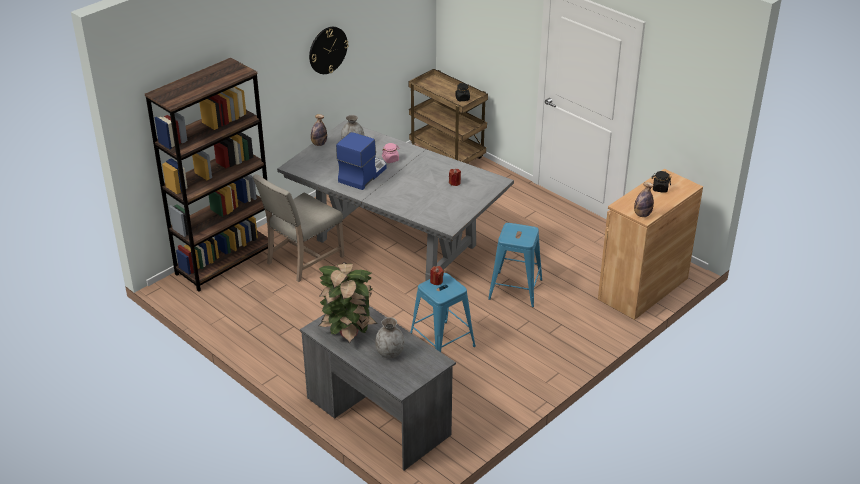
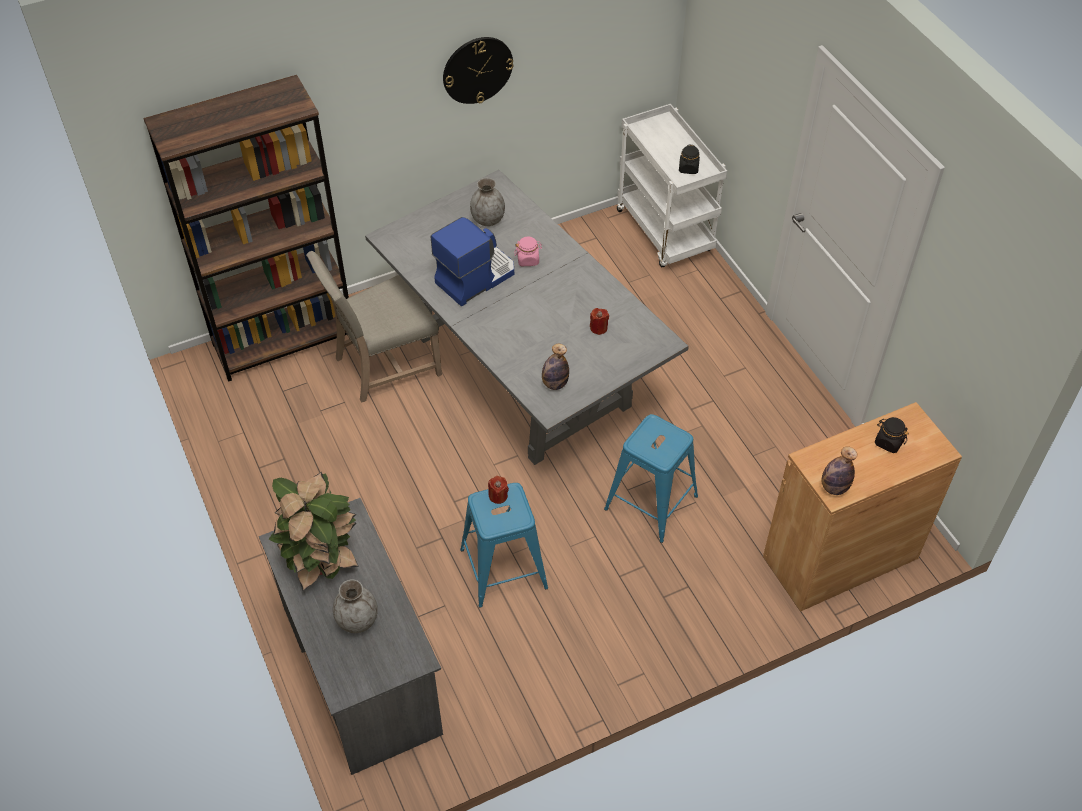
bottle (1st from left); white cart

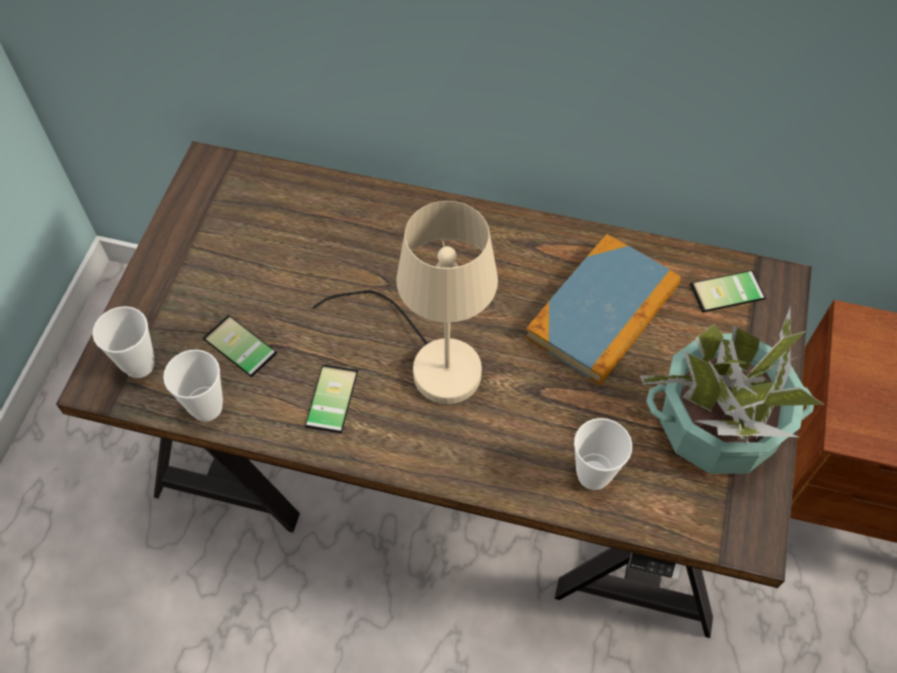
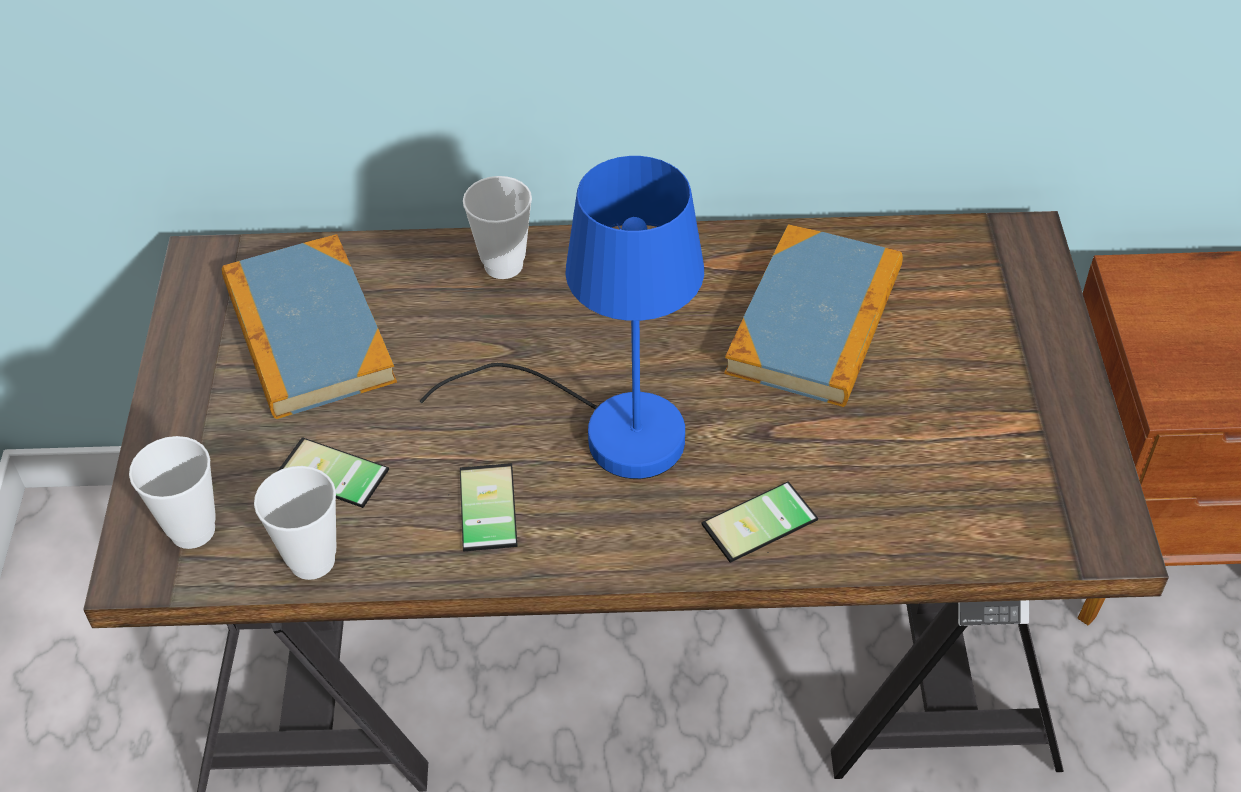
houseplant; volume (1st from left); cup (3rd from left); telephone (3rd from left); blue-coloured table lamp

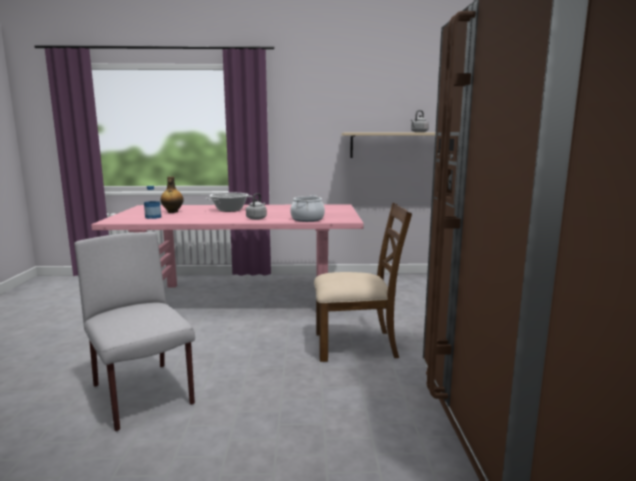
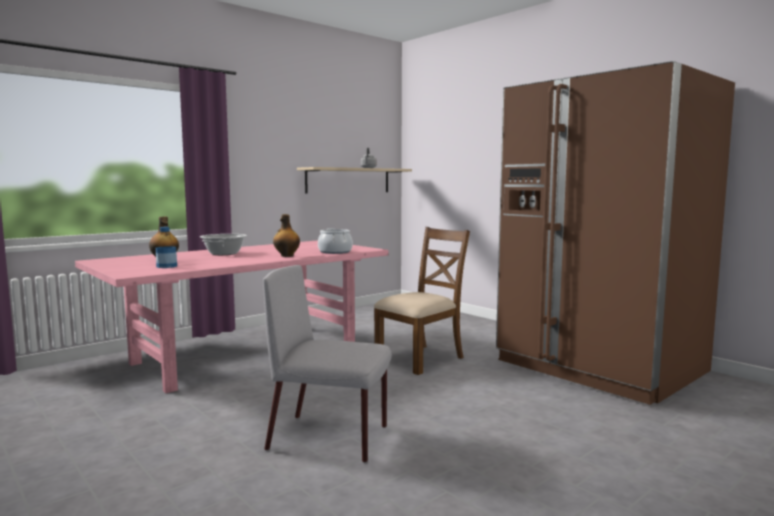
bottle (3rd from left)

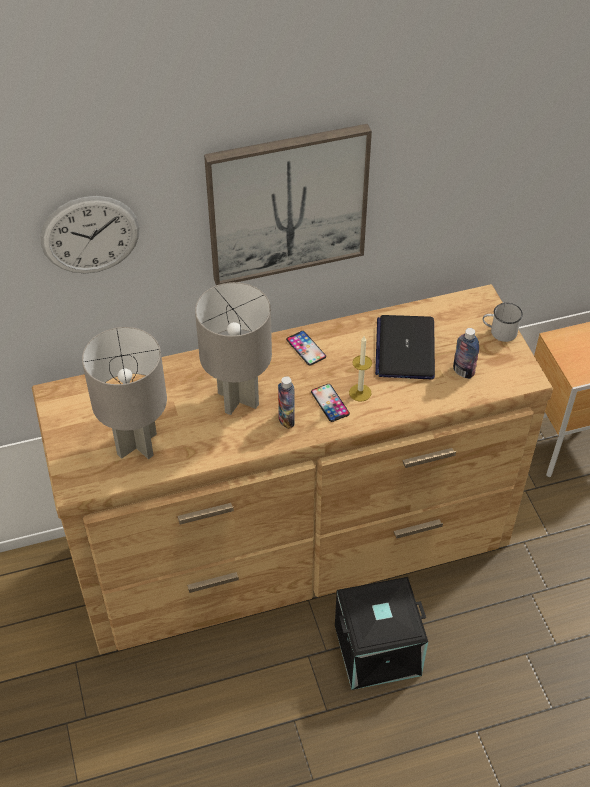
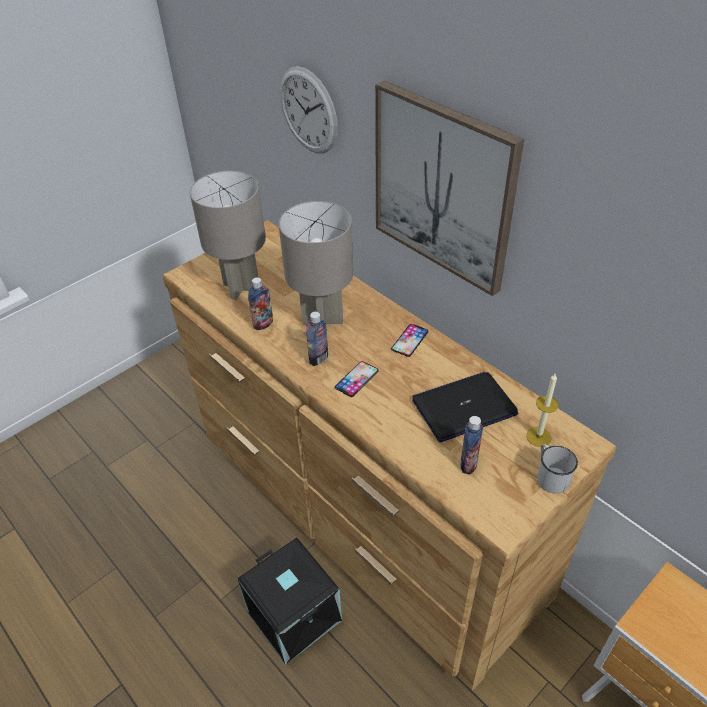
bottle (1st from left); candle

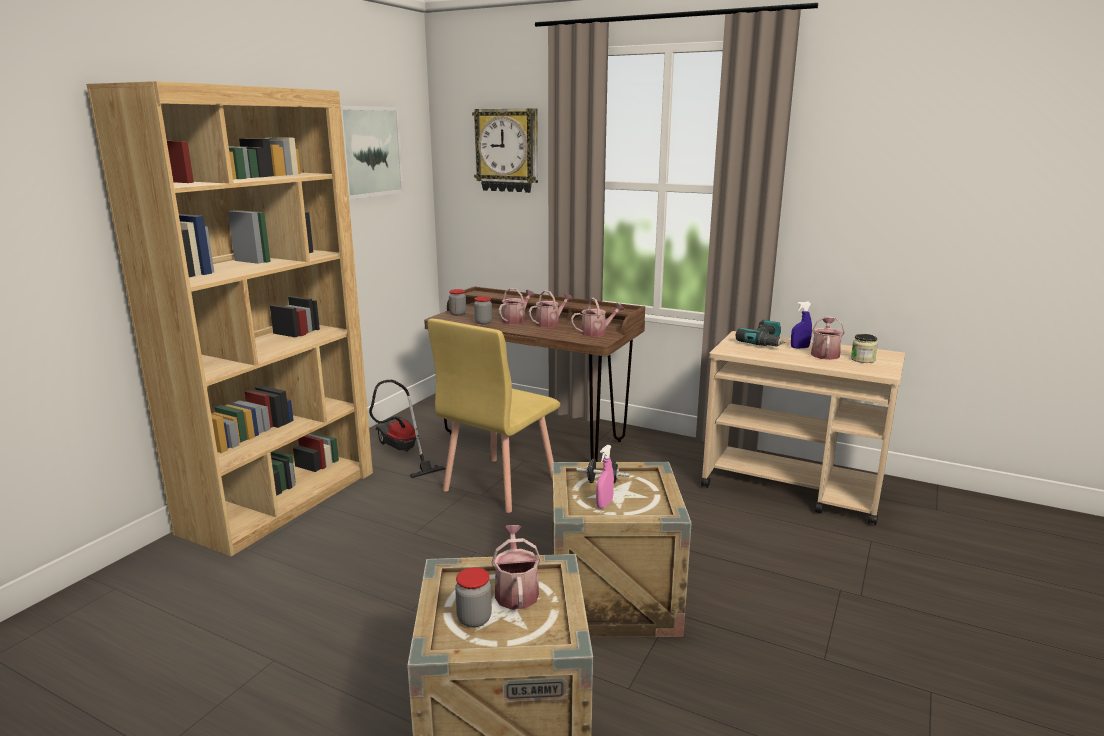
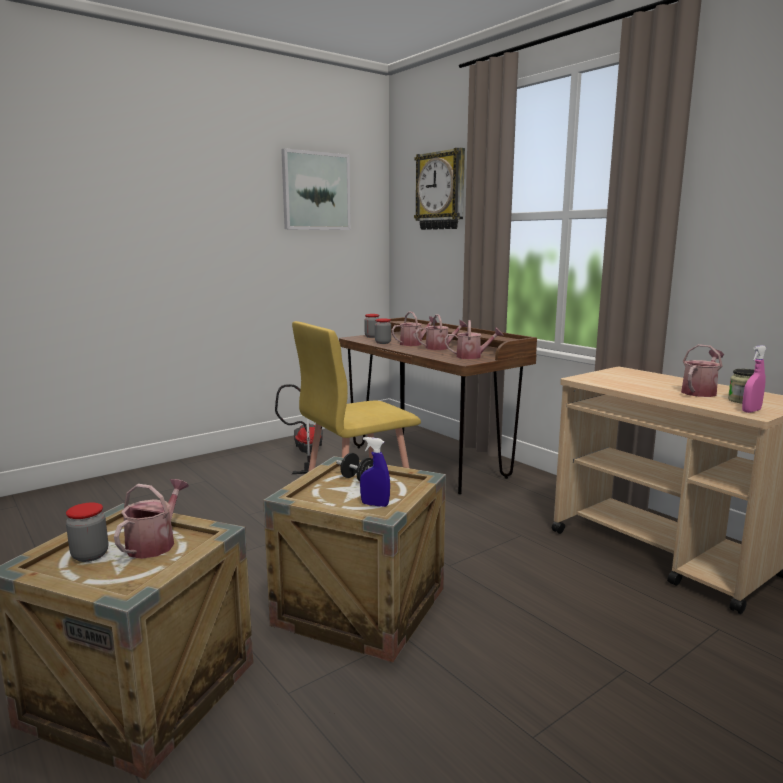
brown-coloured bookshelf; power drill; pink-coloured hand sprayer; blue-coloured hand sprayer

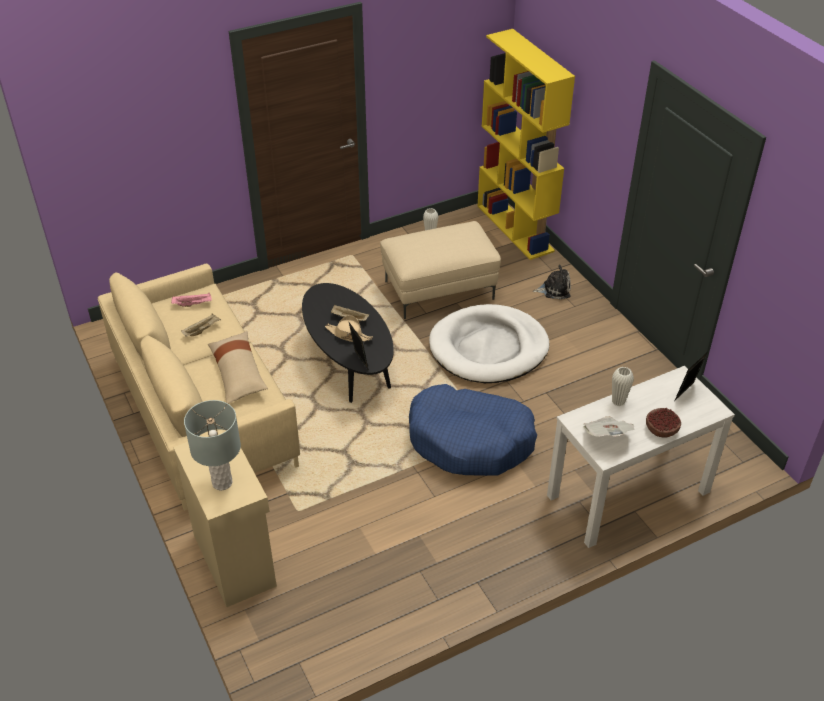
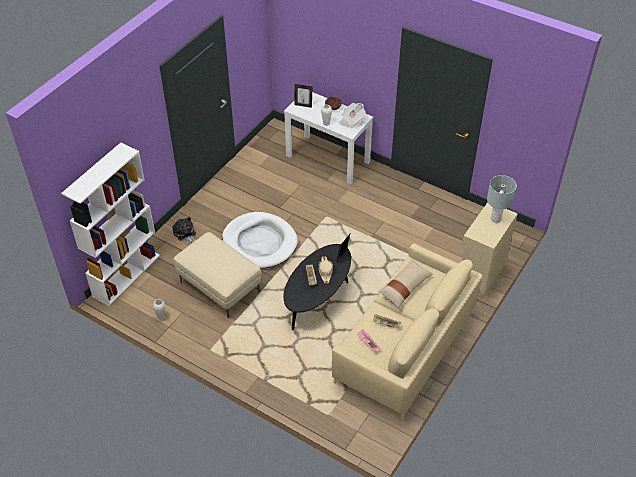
blue-coloured dog bed; white bookshelf

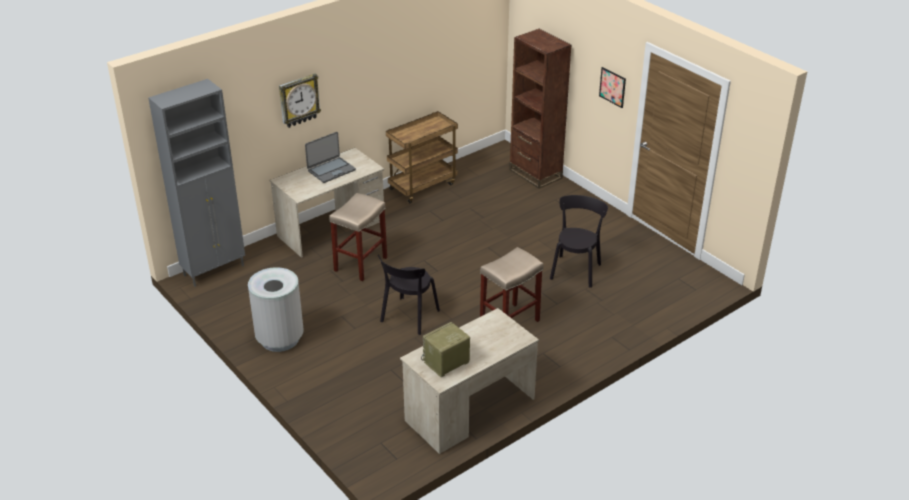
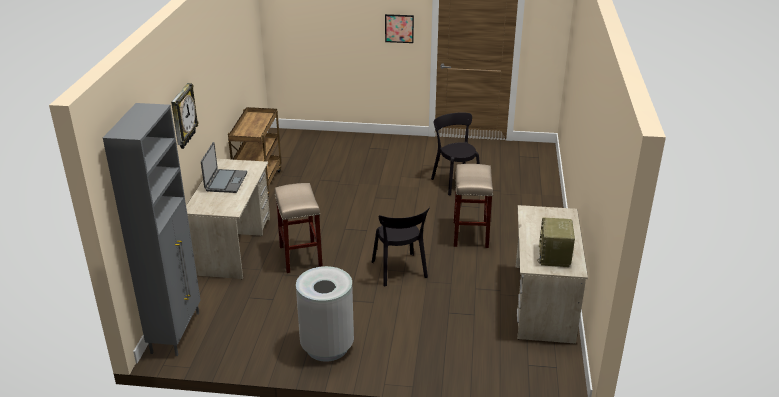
brown-coloured bookshelf

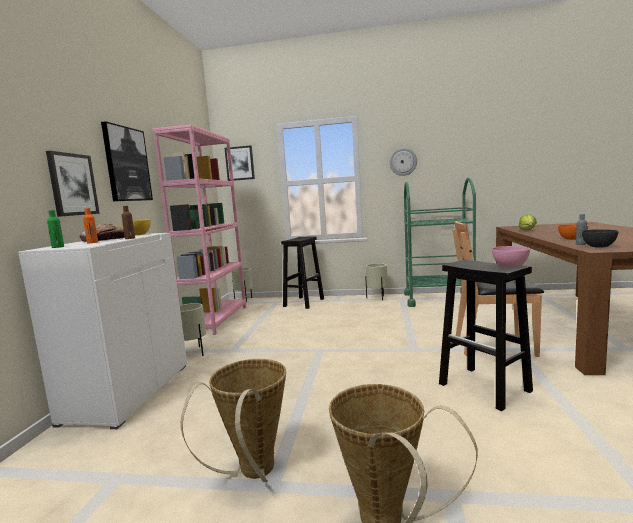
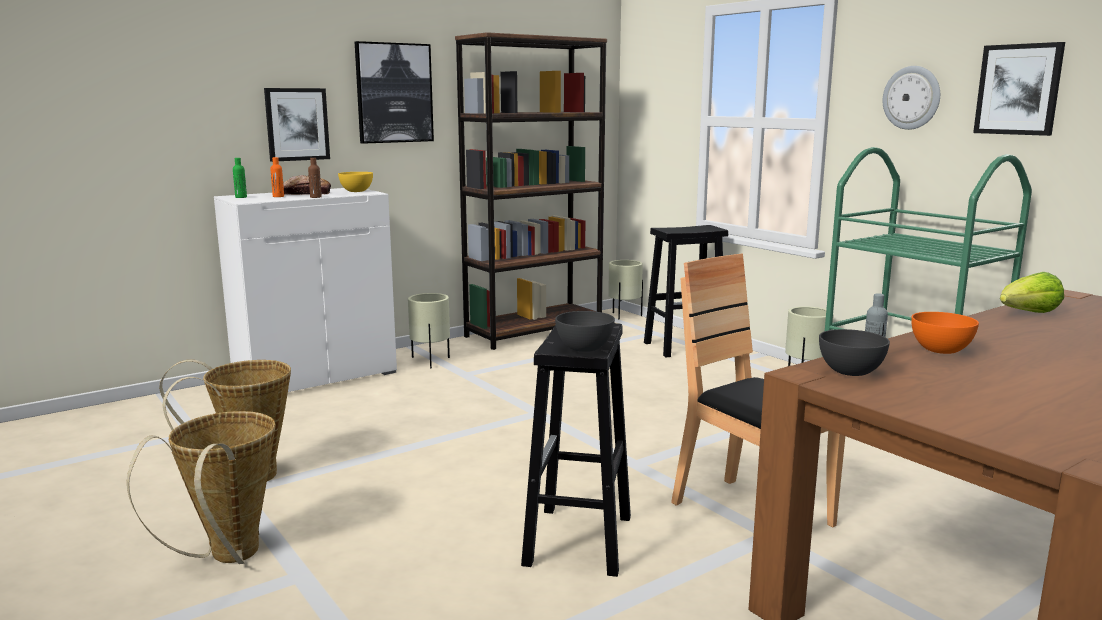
picture (3rd from left); brown-coloured bookshelf; greyish deep dish (1st from left)

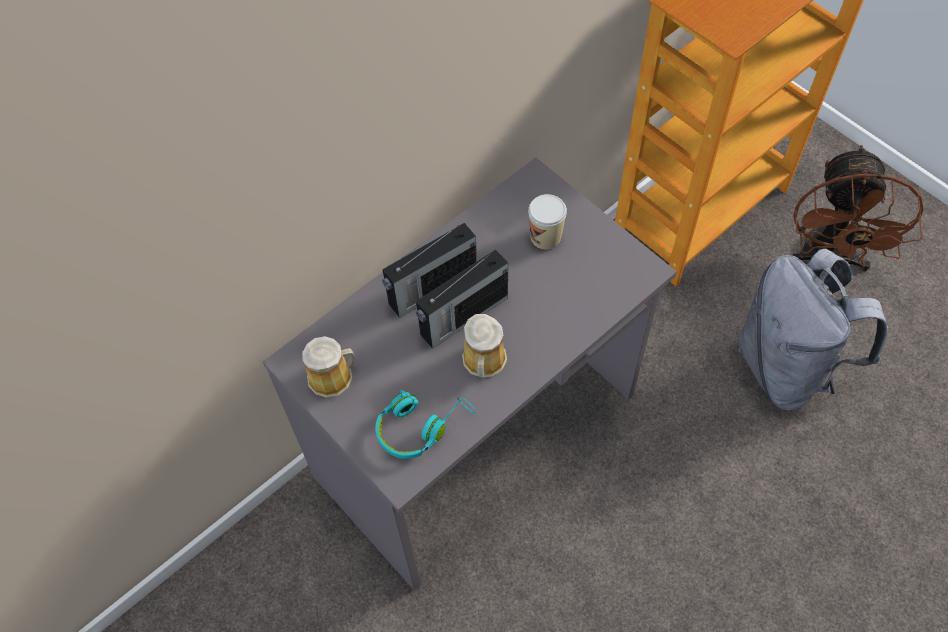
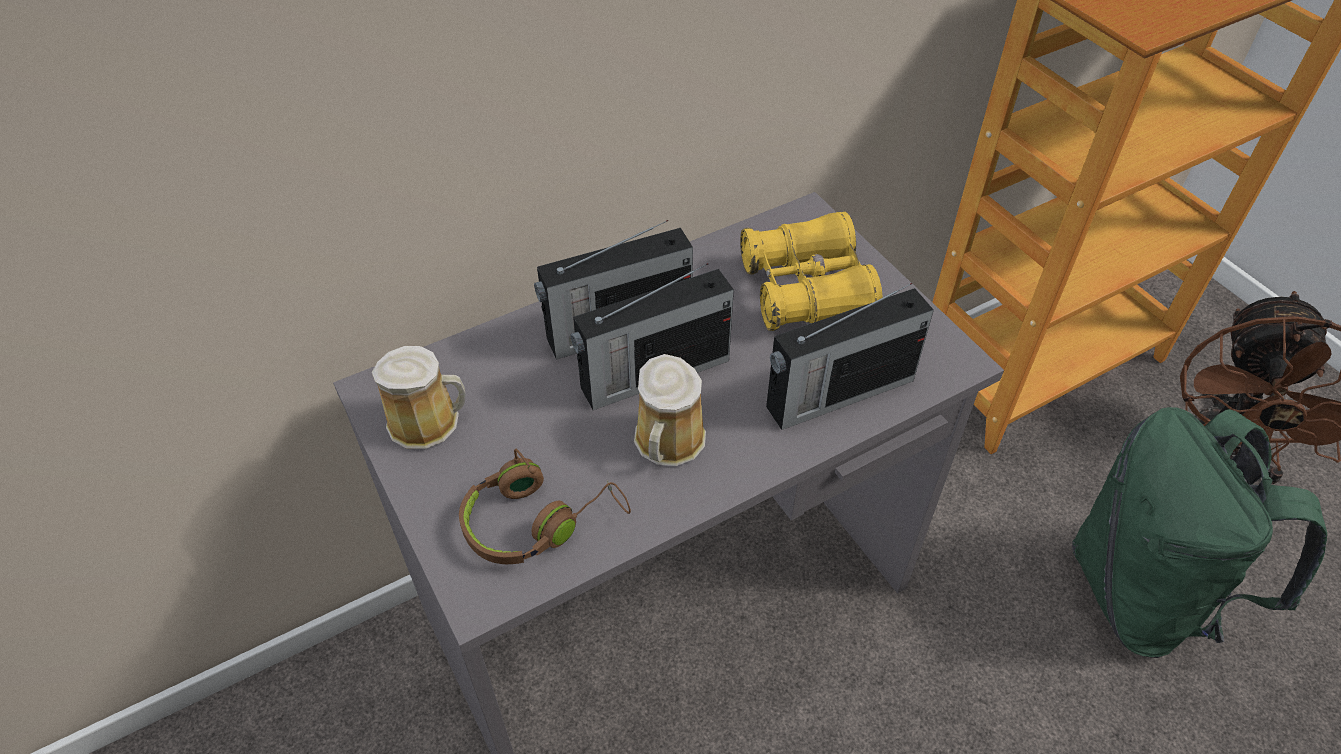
radio receiver (3rd from left); yellow-coloured binoculars; brown-coloured headphones; greenish rucksack

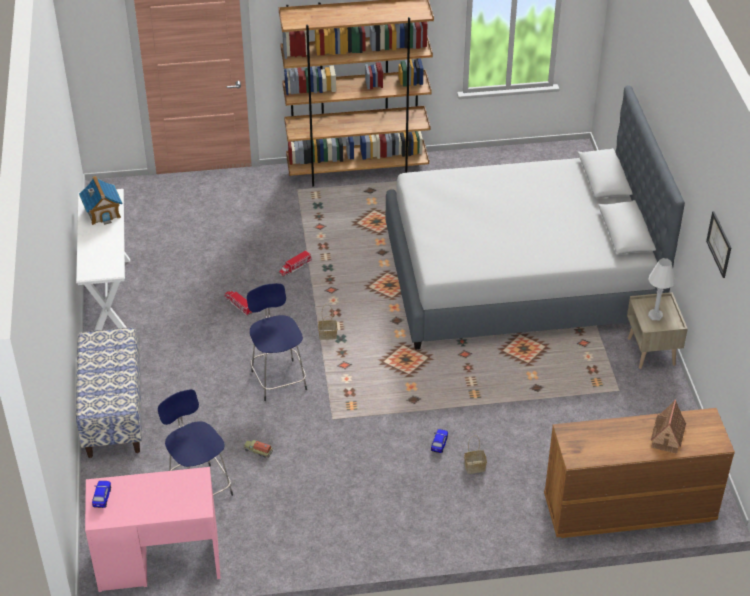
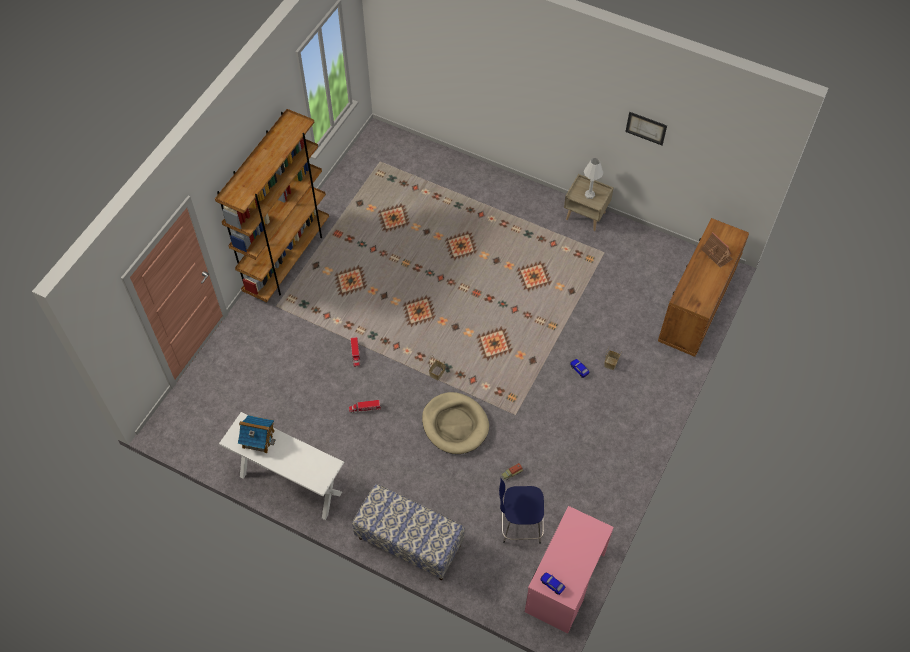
greyish sleeping bed; beige dog bed

